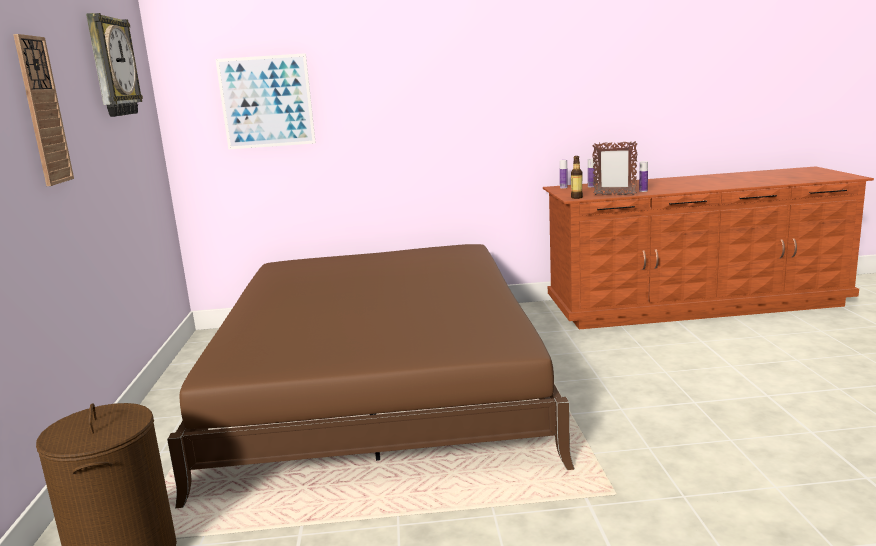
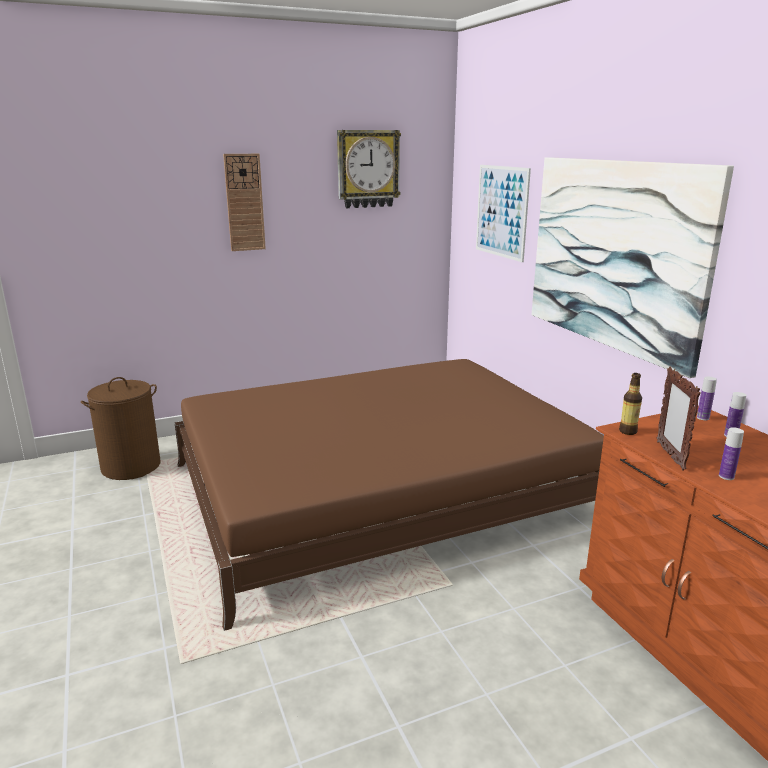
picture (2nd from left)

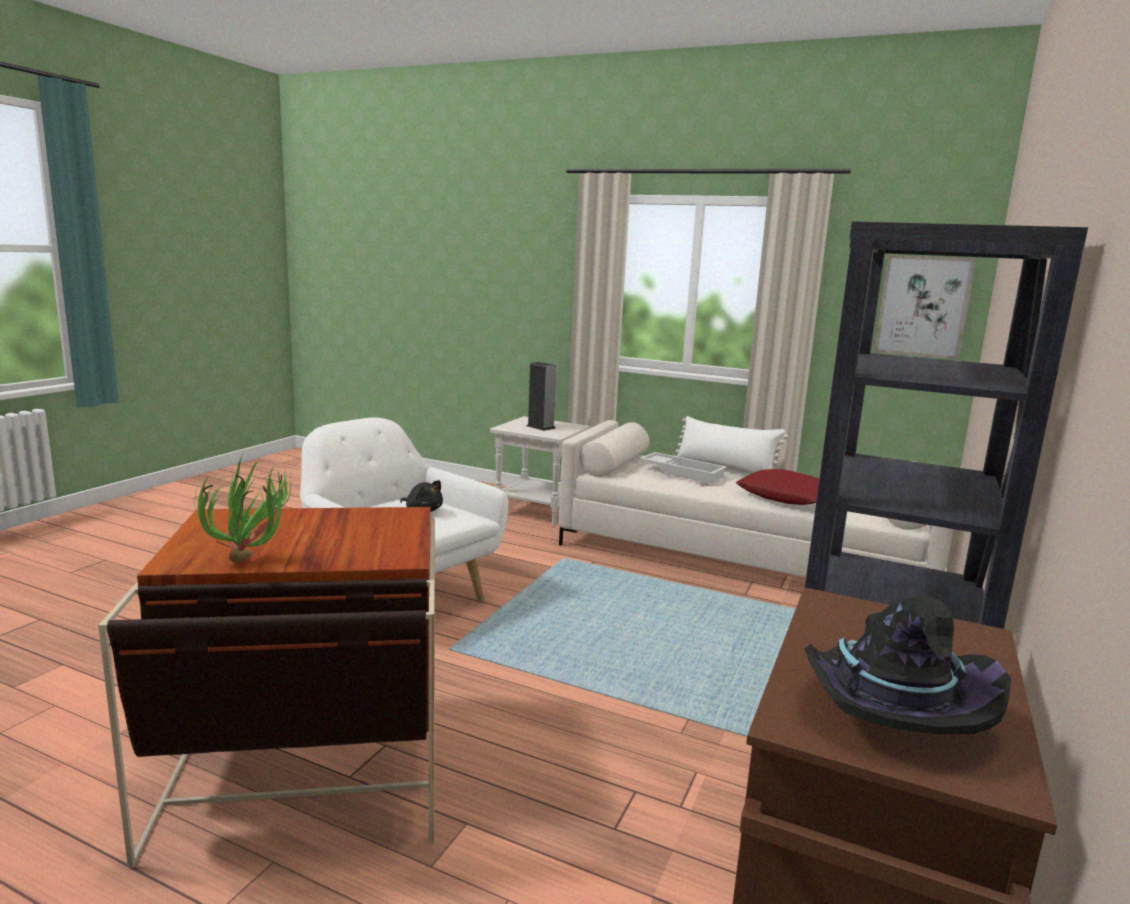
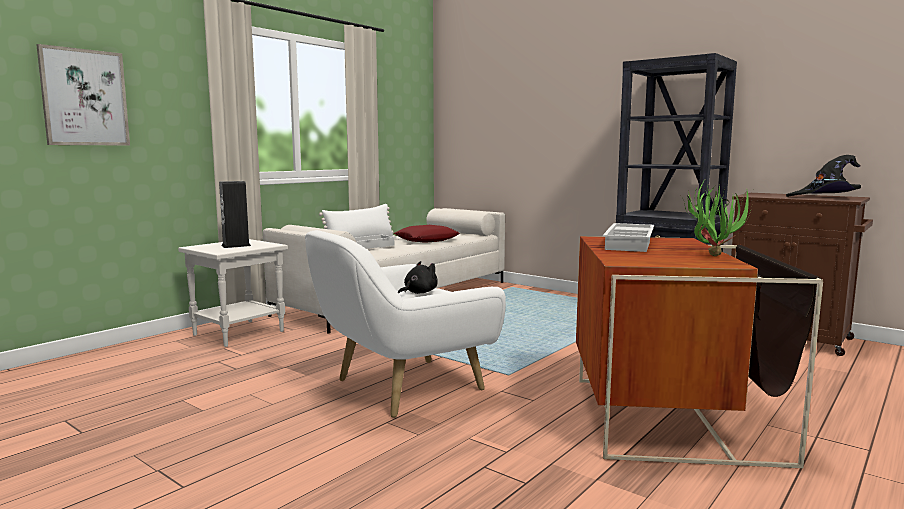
white tray (2nd from left); picture

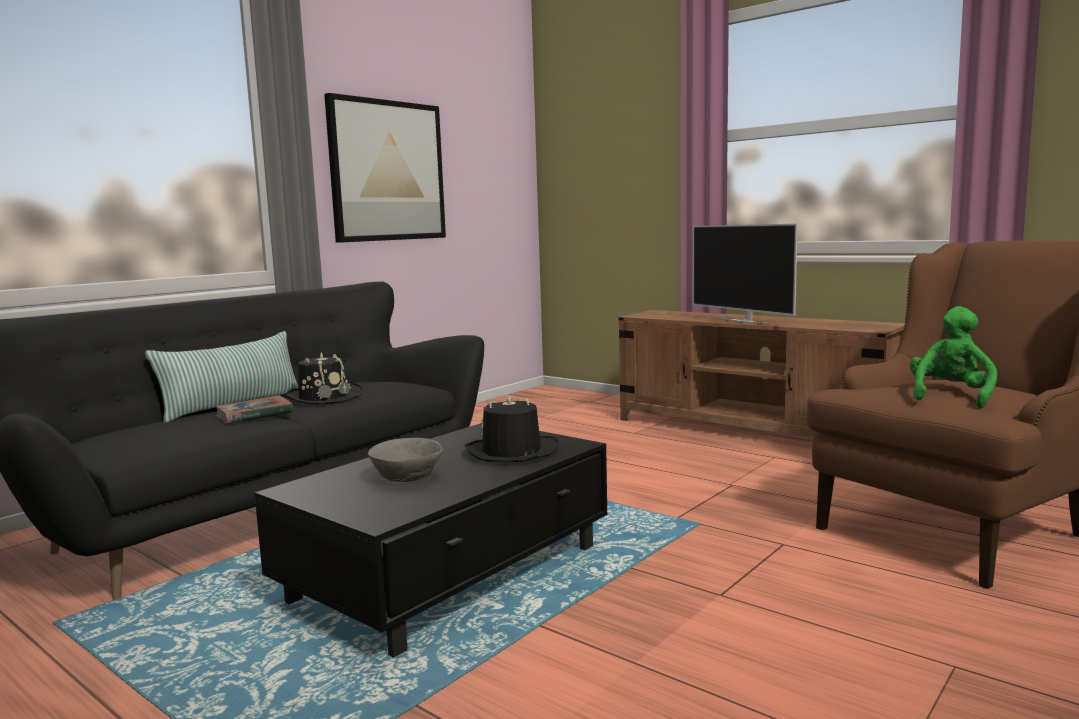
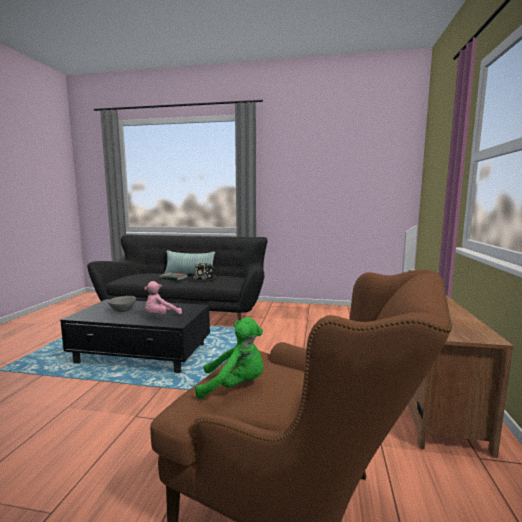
picture; pink-coloured soft toy

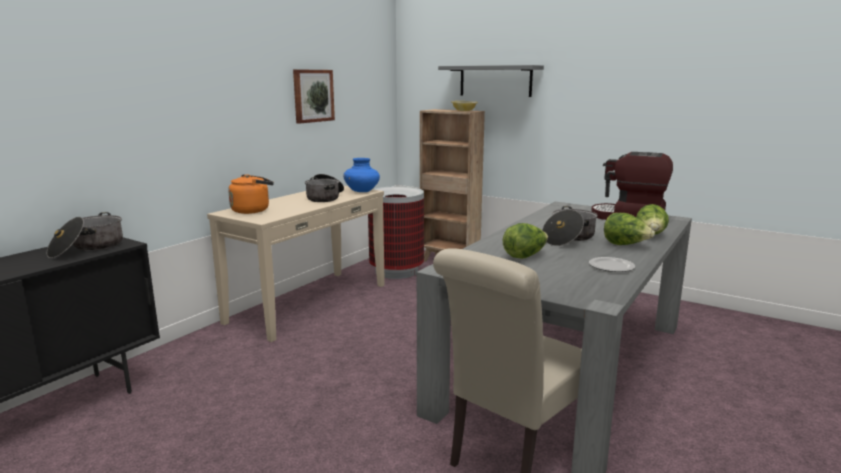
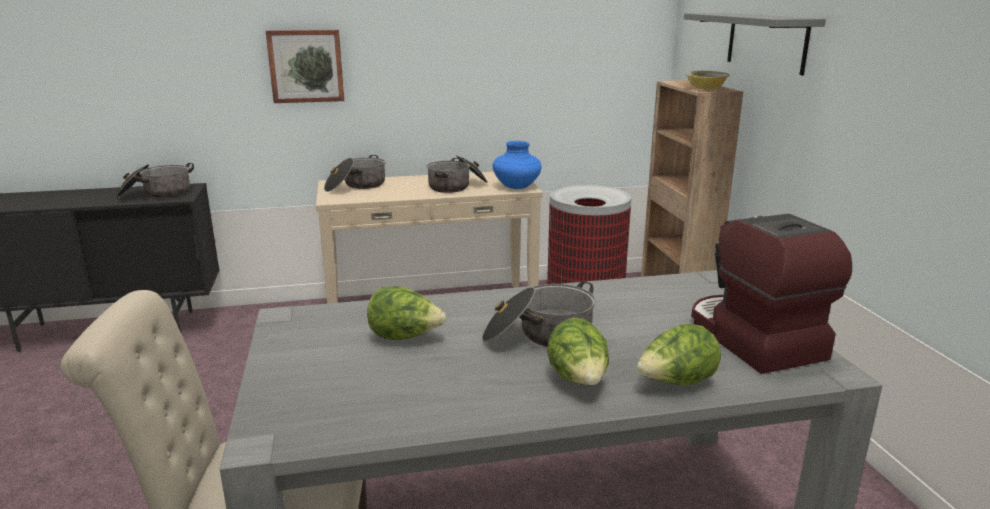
plate; picture; saucepot (2nd from left)

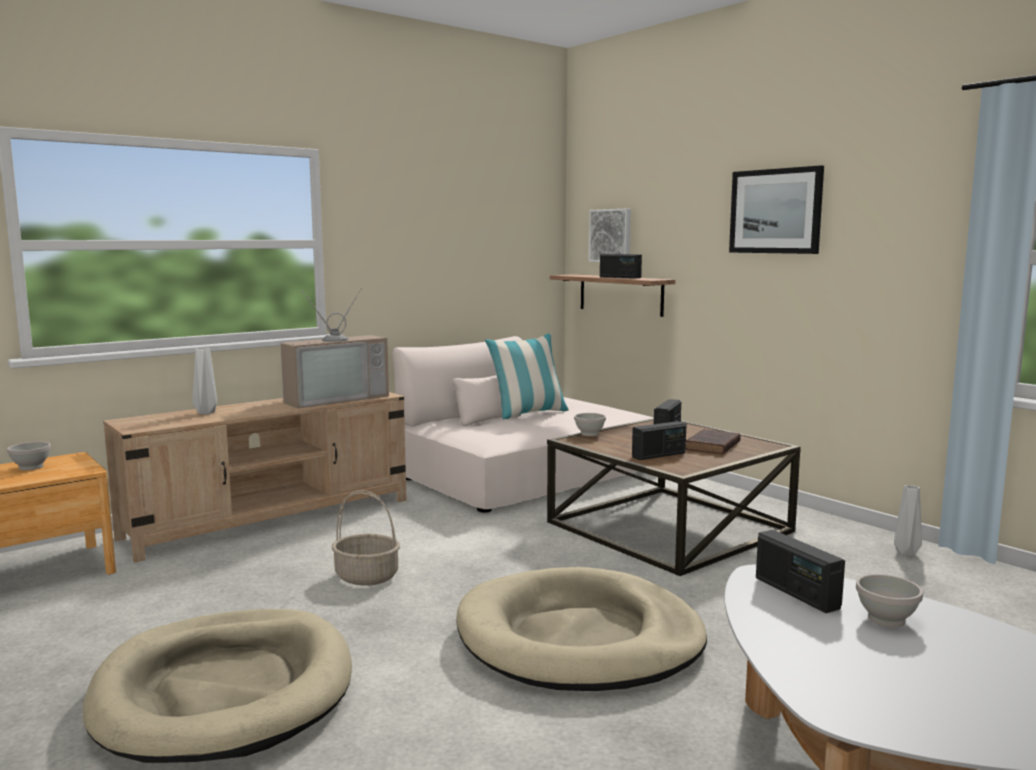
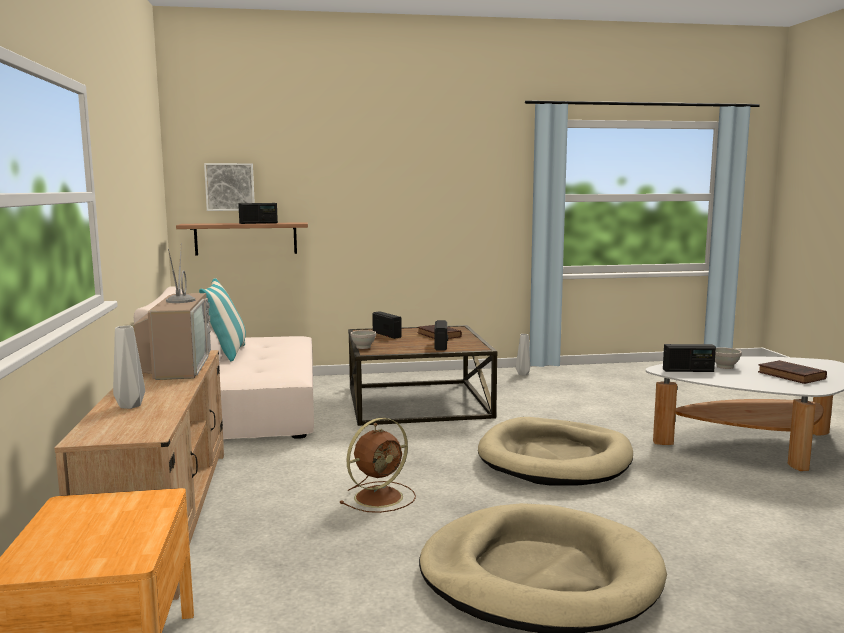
white deep dish (1st from left in the first image); picture (2nd from left in the first image); brown-coloured volume (2nd from left); brown-coloured fan

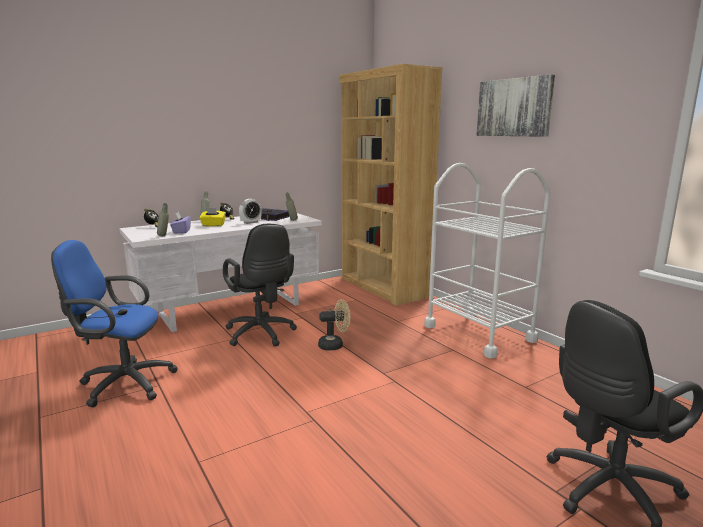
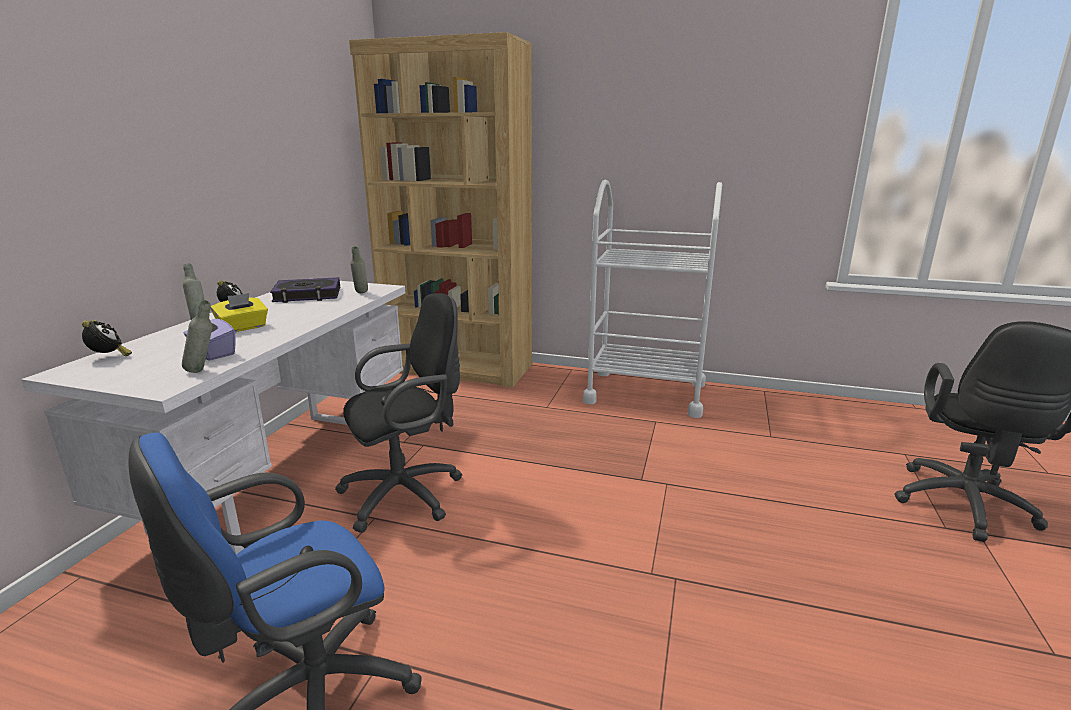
table clock (3rd from left in the first image); beige fan; picture; blackish computer chair (1st from left)

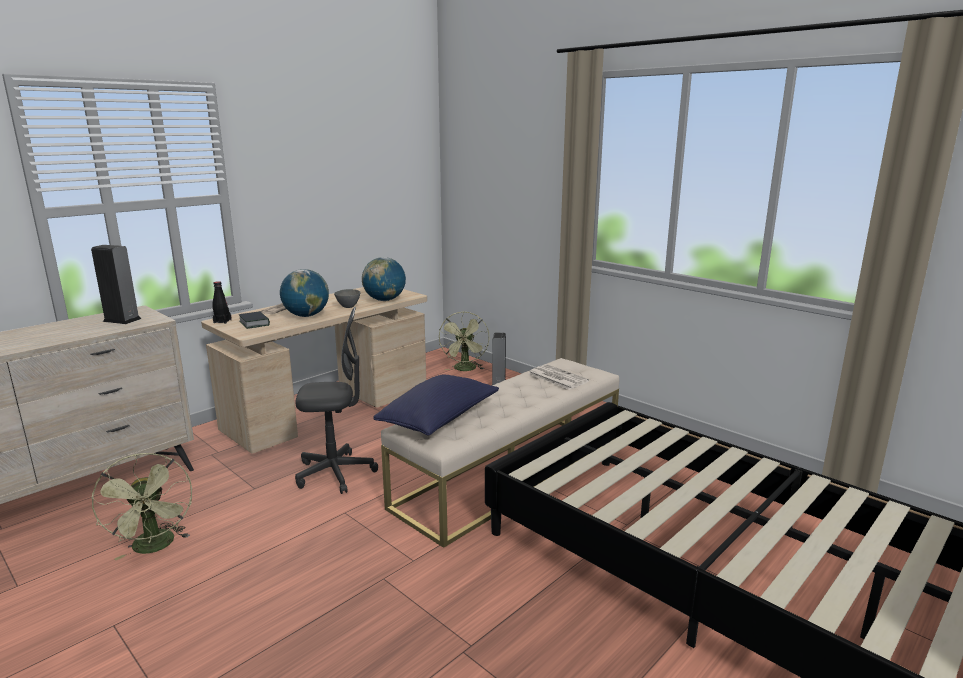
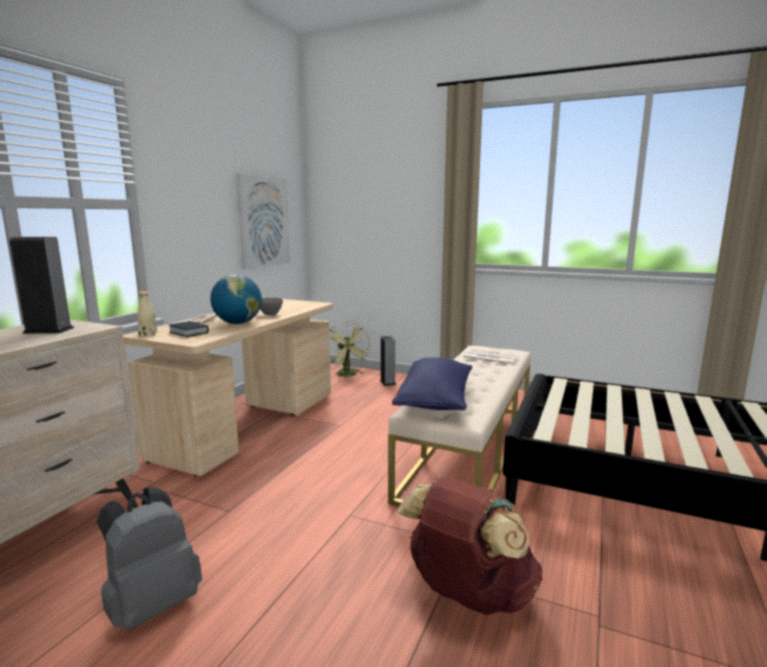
greyish computer chair; world globe (2nd from left in the first image); picture; brown-coloured rucksack; greyish rucksack; beige bottle

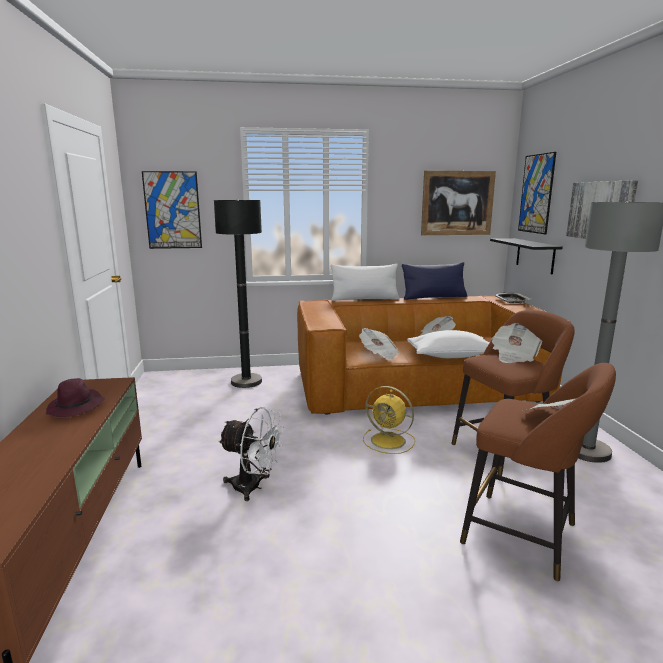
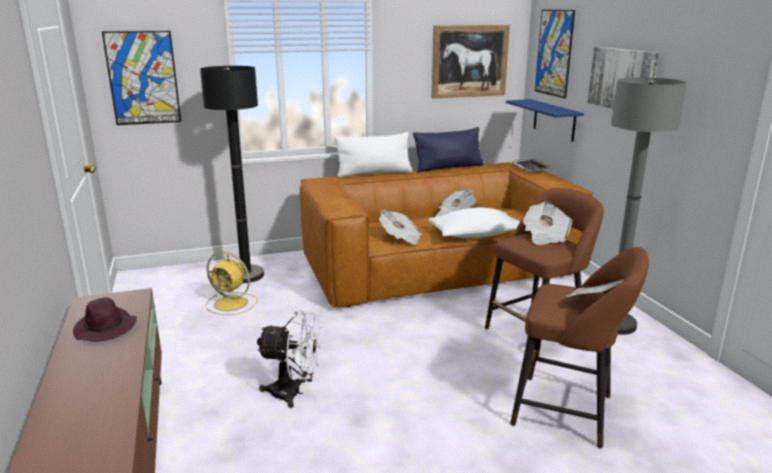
yellow-coloured fan; blue-coloured wall shelf

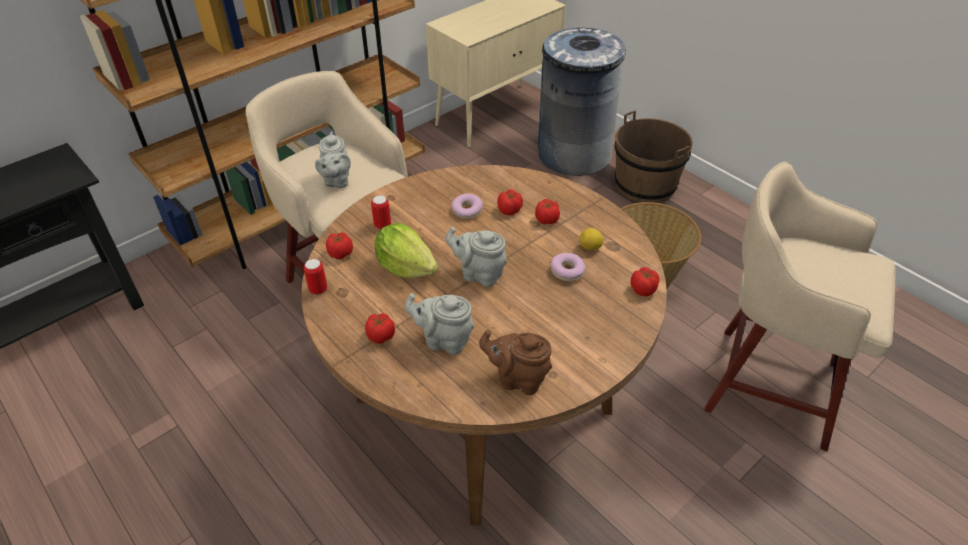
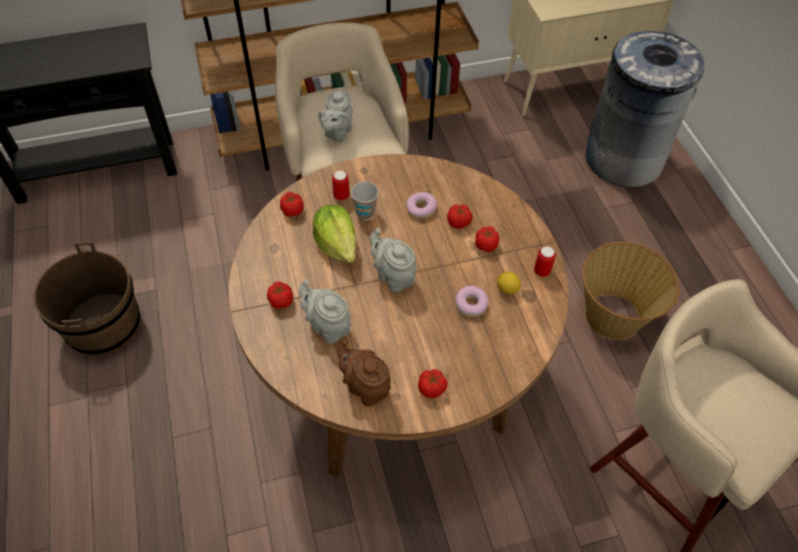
cup; metal can (2nd from left); brown-coloured pail; tomato (3rd from left)

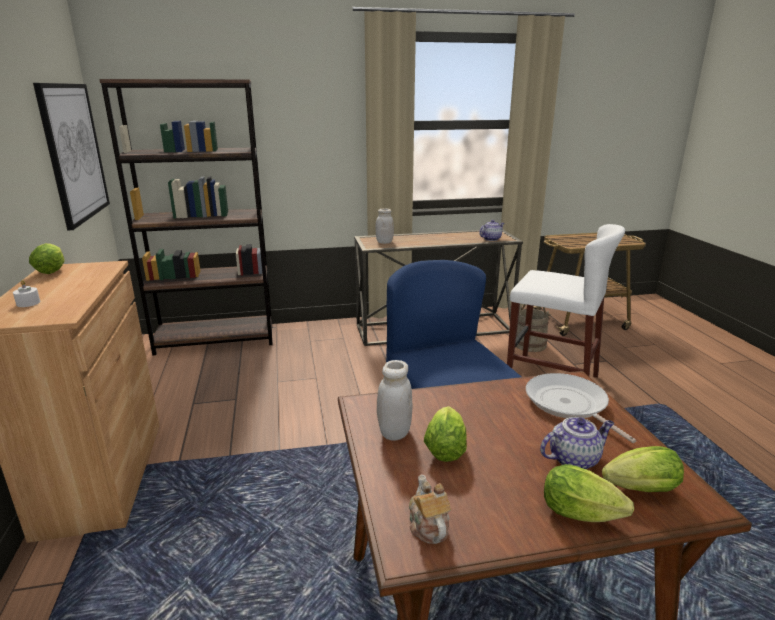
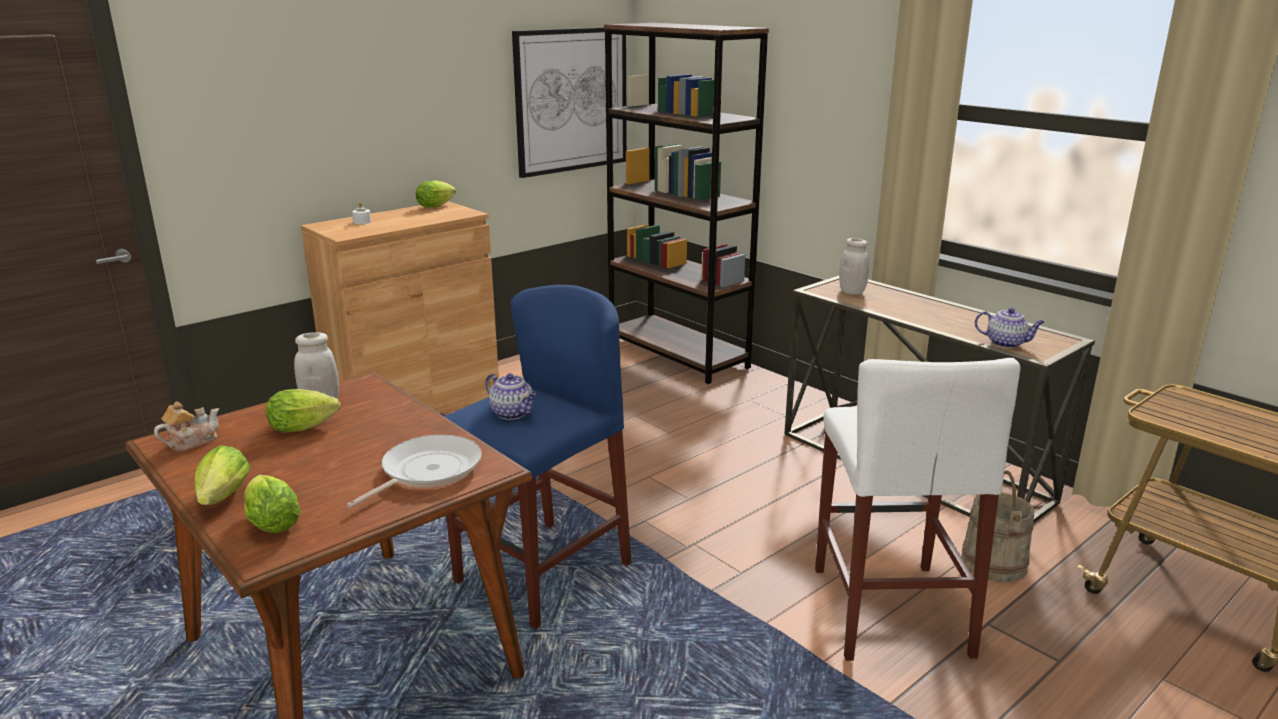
pot for tea (2nd from left)

